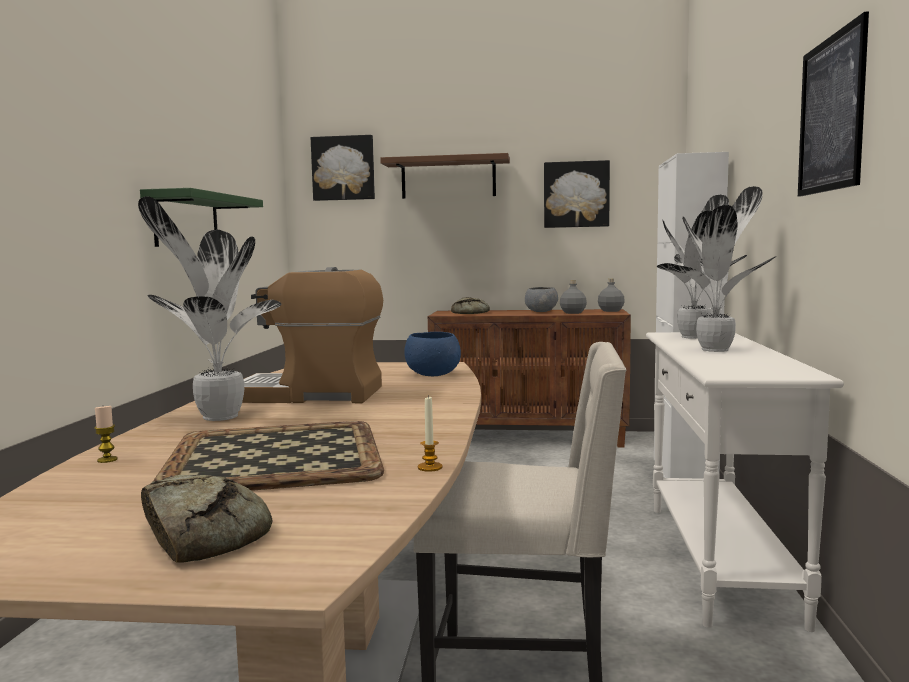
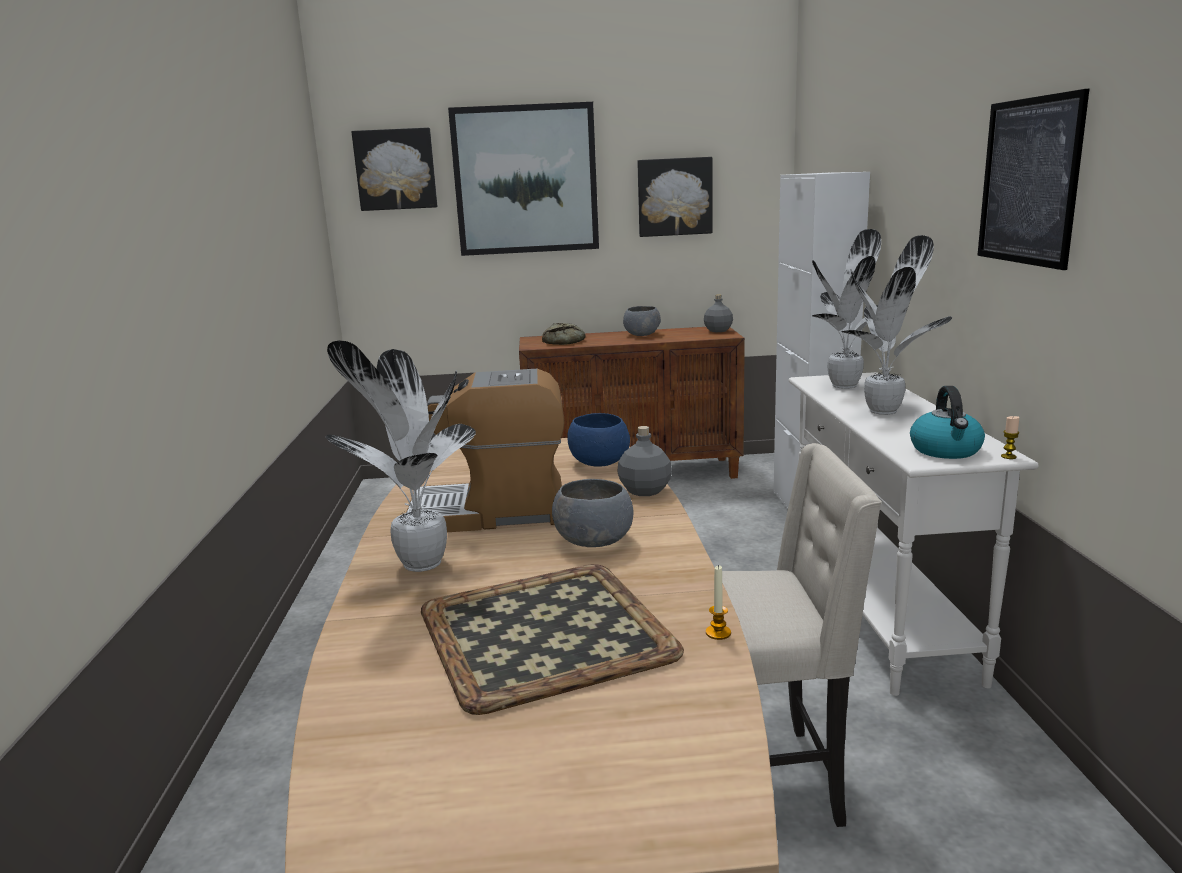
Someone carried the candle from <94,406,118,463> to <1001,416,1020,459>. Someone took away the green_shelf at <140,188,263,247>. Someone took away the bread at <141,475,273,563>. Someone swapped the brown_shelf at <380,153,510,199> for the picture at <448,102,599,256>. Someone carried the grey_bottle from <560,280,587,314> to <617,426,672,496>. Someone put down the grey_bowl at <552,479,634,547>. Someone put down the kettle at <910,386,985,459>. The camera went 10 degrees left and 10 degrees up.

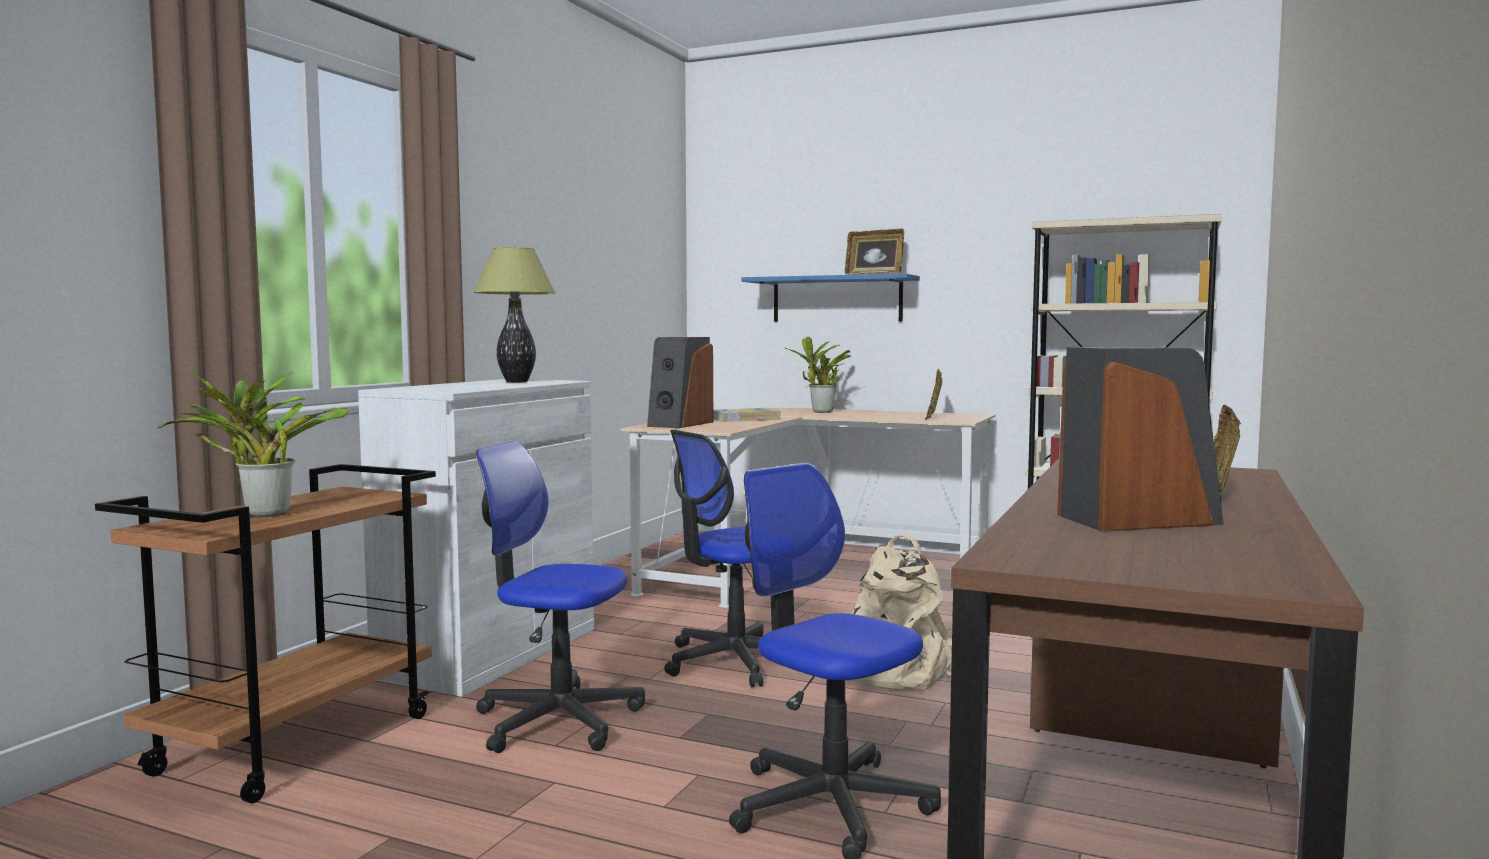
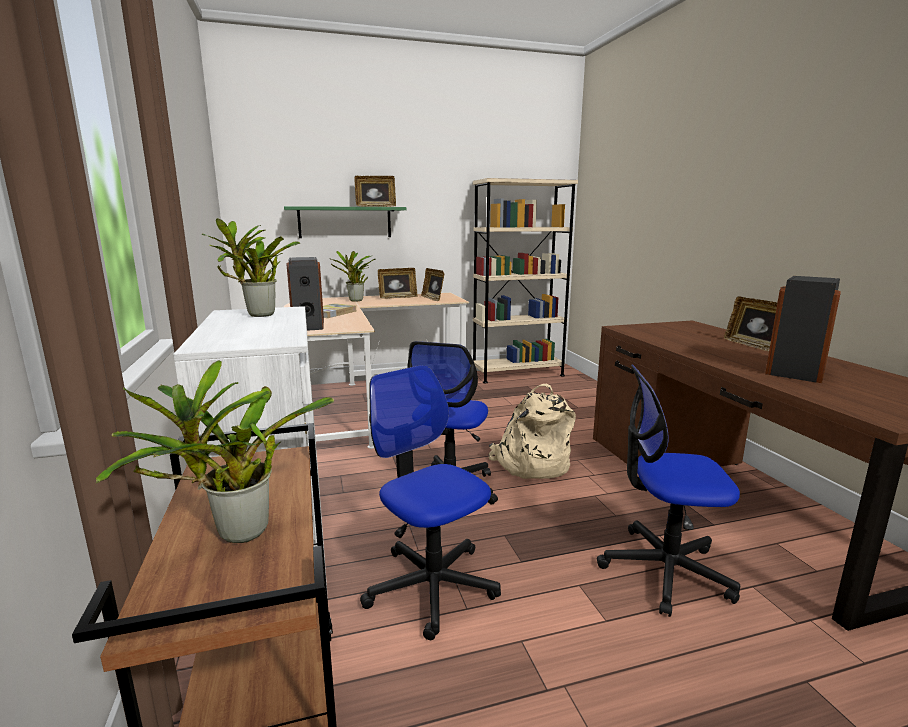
Someone swapped the table_lamp at <473,247,556,382> for the potted_plant at <202,218,300,317>. Someone rotated the office_chair at <476,442,645,753> by 75 degrees clockwise. Someone repainted the blue_shelf at <742,273,920,322>, which became the green_shelf at <284,206,407,238>. Someone put down the picture_frame at <378,268,418,299>. The camera went 40 degrees left and 10 degrees up.

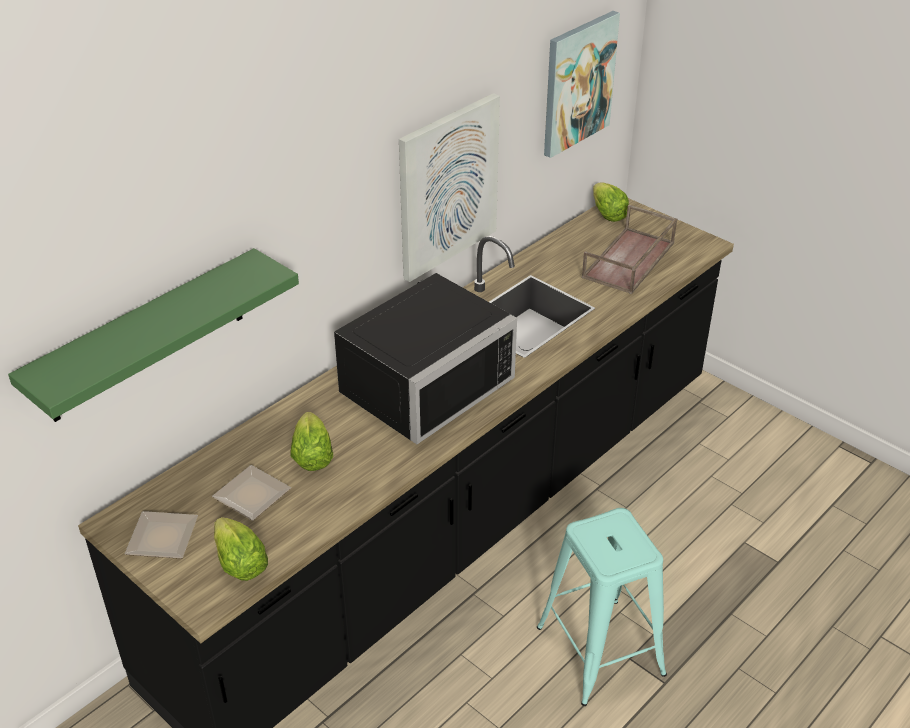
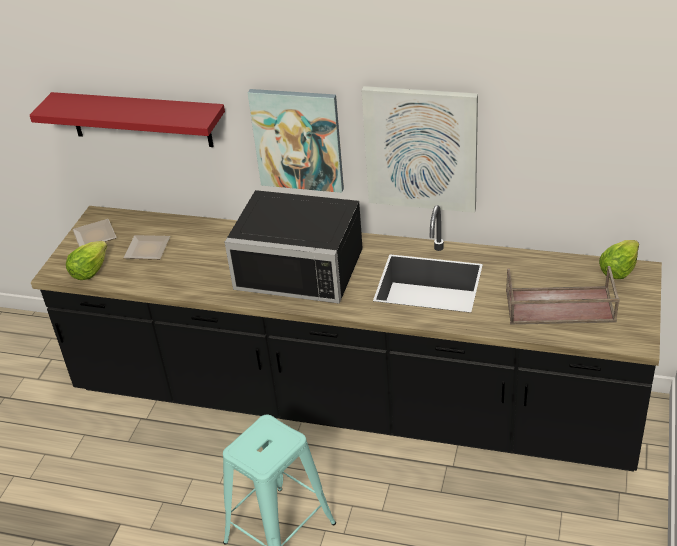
Someone repainted the green_shelf at <8,248,299,422>, which became the red_shelf at <30,92,225,147>. Someone took away the lettuce at <290,412,333,471>. Someone carried the picture from <544,11,620,158> to <248,89,344,193>. The camera went 65 degrees right and 0 degrees up.

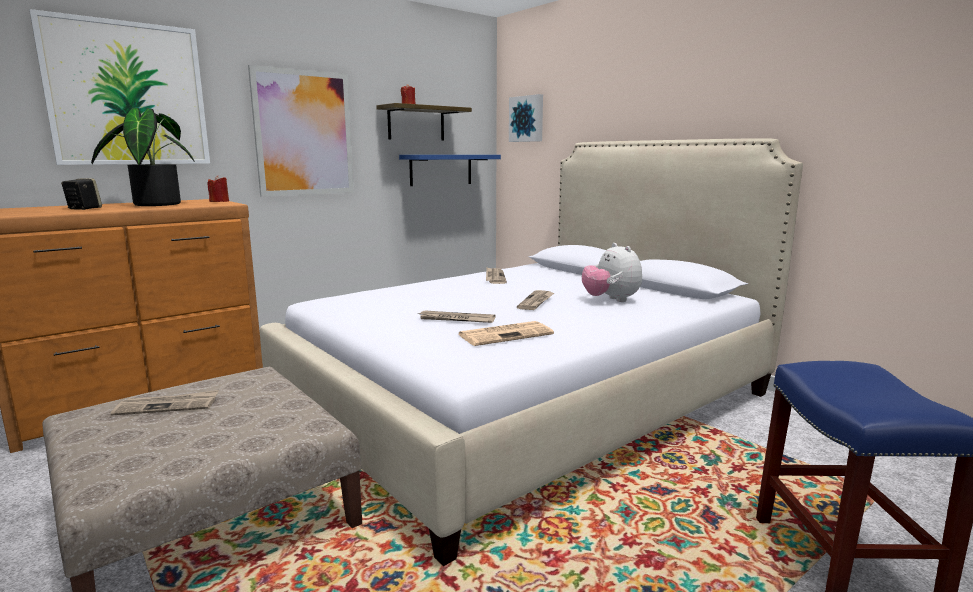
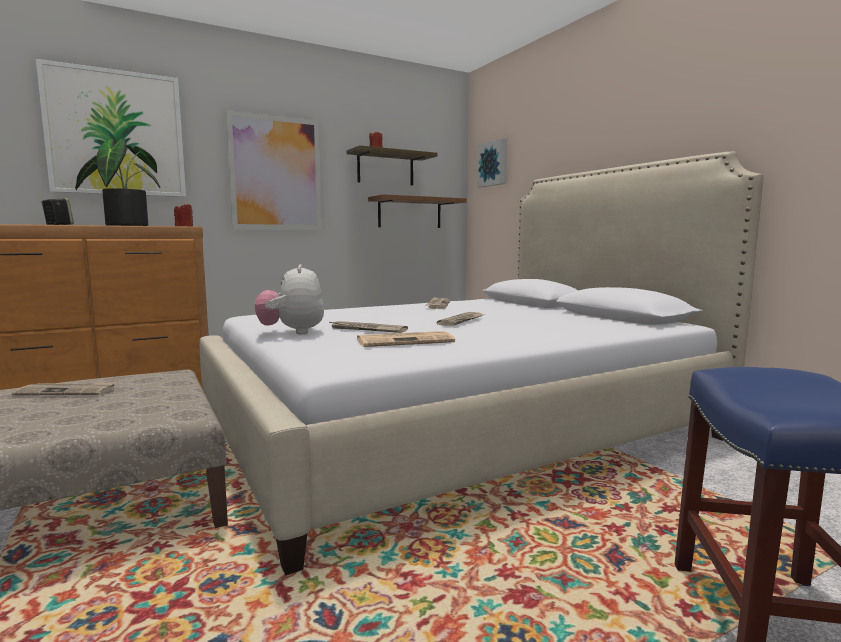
Someone repainted the blue_shelf at <399,155,501,186>, which became the brown_shelf at <368,194,467,228>. Someone carried the plush_toy from <582,243,642,302> to <255,264,324,334>. The camera went 10 degrees right and 5 degrees down.

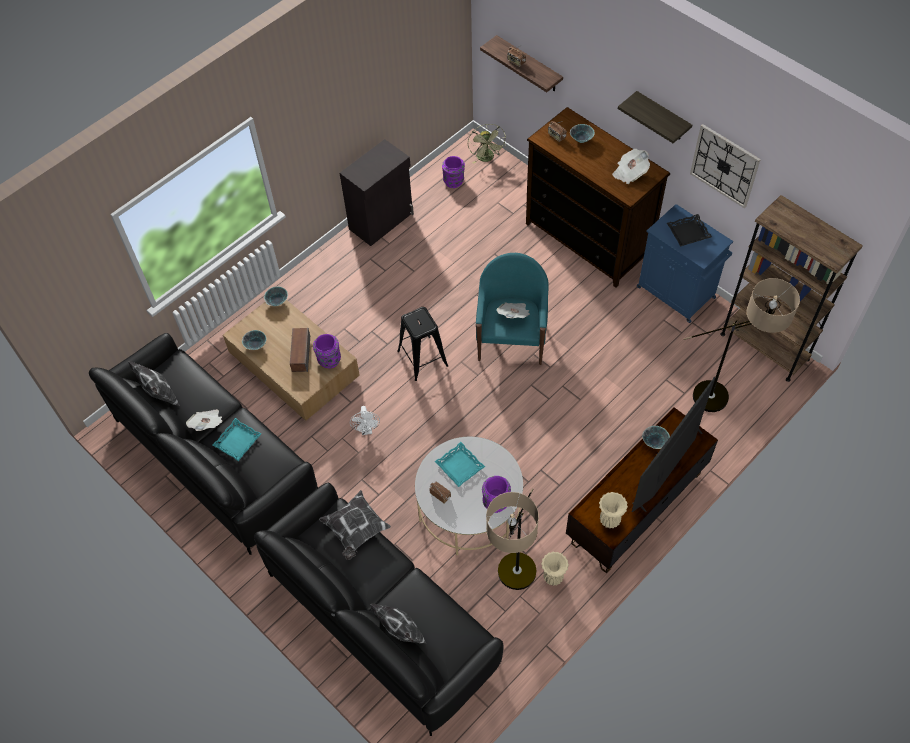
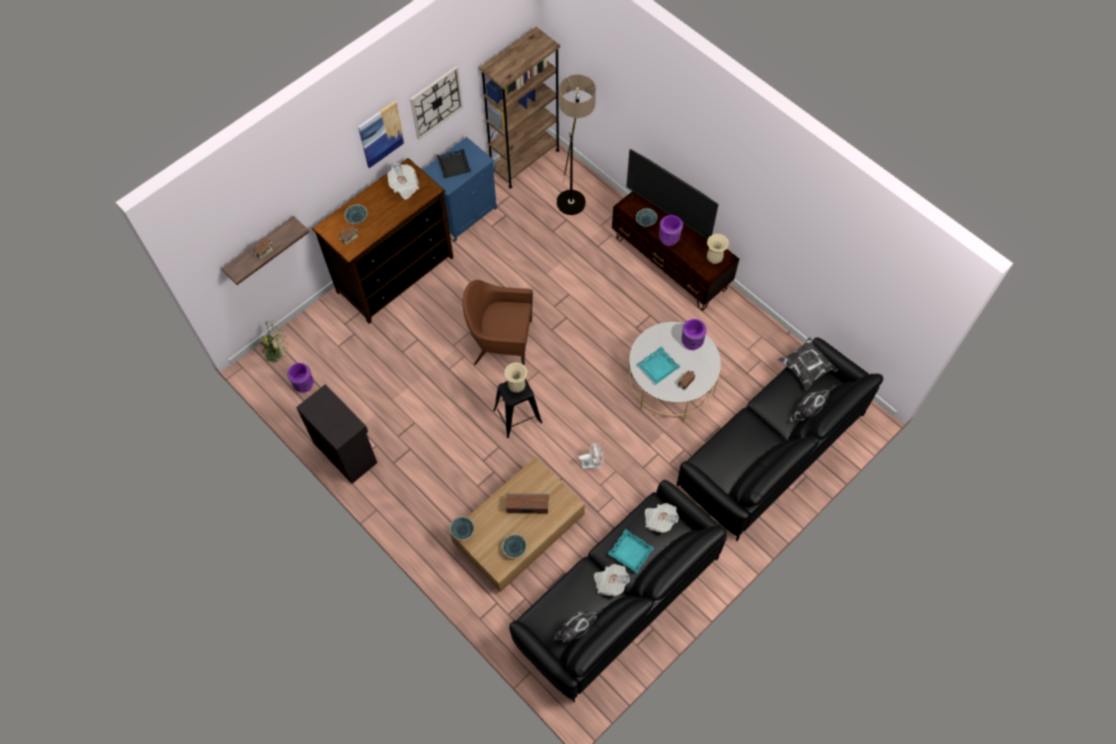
Someone carried the purple_vase from <313,334,341,368> to <659,215,683,246>. Someone carried the pillow from <319,490,391,560> to <778,337,838,390>. Someone repainted the turquoise_armchair at <476,253,549,365>, which became the brown_armchair at <463,280,533,366>. Someone took away the floor_lamp at <486,488,539,590>. Someone carried the newspaper from <497,302,530,318> to <645,503,679,533>. Someone carried the beige_vase from <541,552,569,586> to <504,362,528,393>. Someone swapped the shelf at <618,91,692,143> for the picture at <358,101,405,168>. The camera went 90 degrees left and 5 degrees up.

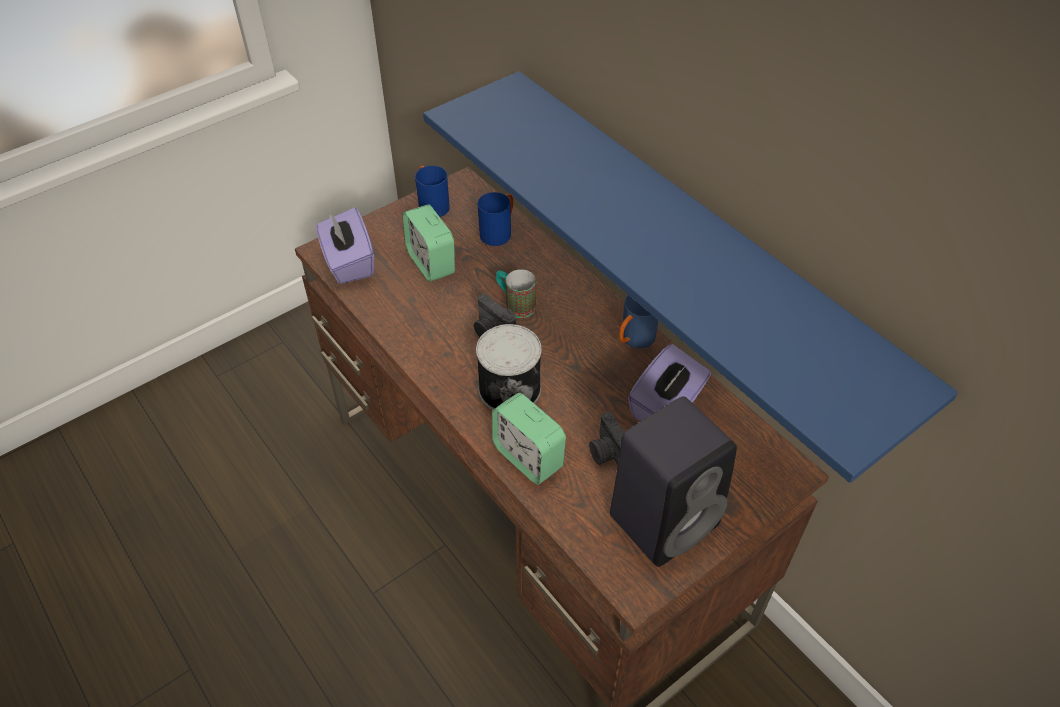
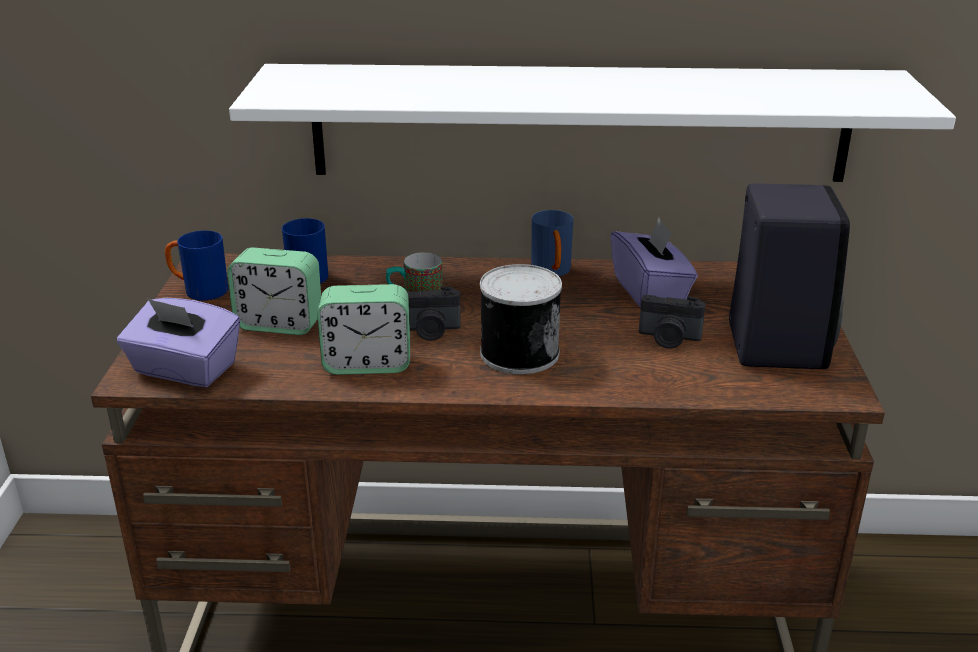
Someone repainted the blue_shelf at <423,71,958,483>, which became the white_shelf at <229,64,956,182>. Someone carried the alarm_clock from <492,393,566,485> to <317,284,410,375>. The camera went 50 degrees left and 20 degrees down.

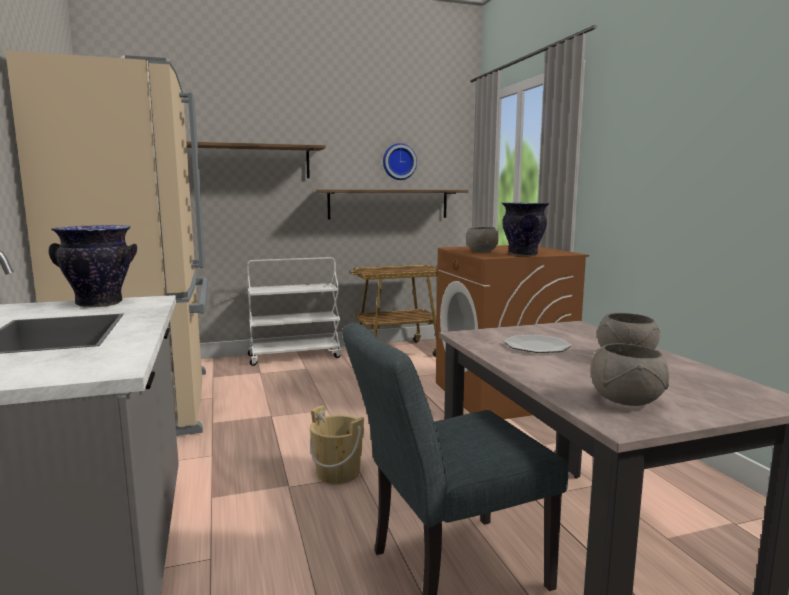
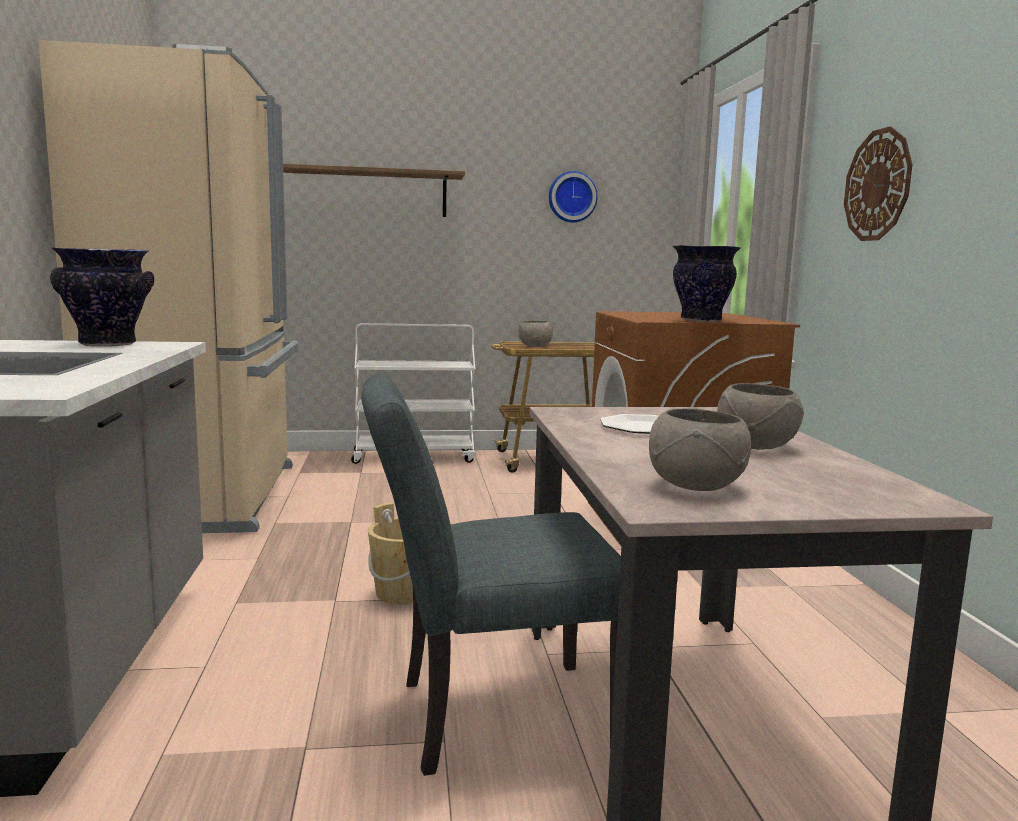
Someone took away the shelf at <316,190,468,219>. Someone carried the grey_bowl from <466,227,499,252> to <518,320,553,347>. Someone put up the wall_clock at <844,126,912,241>. The camera went 10 degrees right and 0 degrees up.

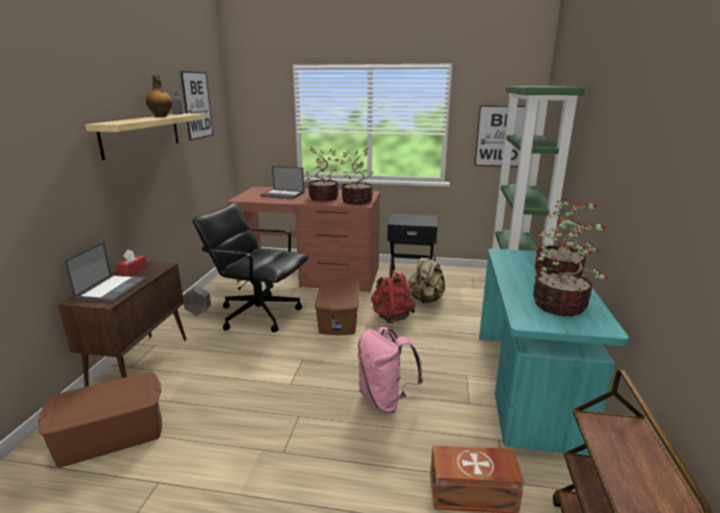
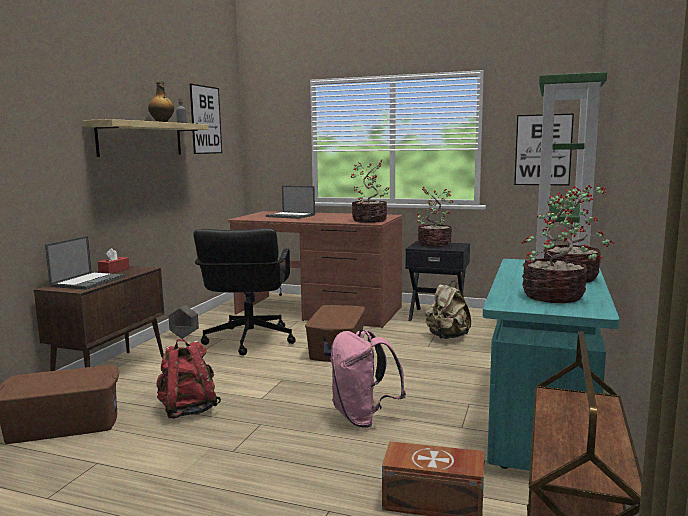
Someone rotated the black_office_chair at <193,202,309,332> by 120 degrees counterclockwise. Someone carried the potted_plant from <305,147,339,201> to <416,187,453,247>. Someone carried the red_backpack from <371,272,415,323> to <156,339,221,419>. The camera went 10 degrees right and 10 degrees down.

